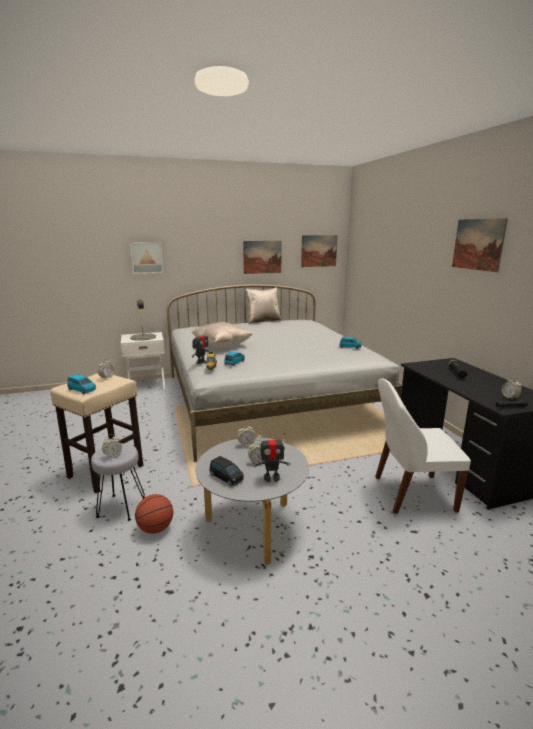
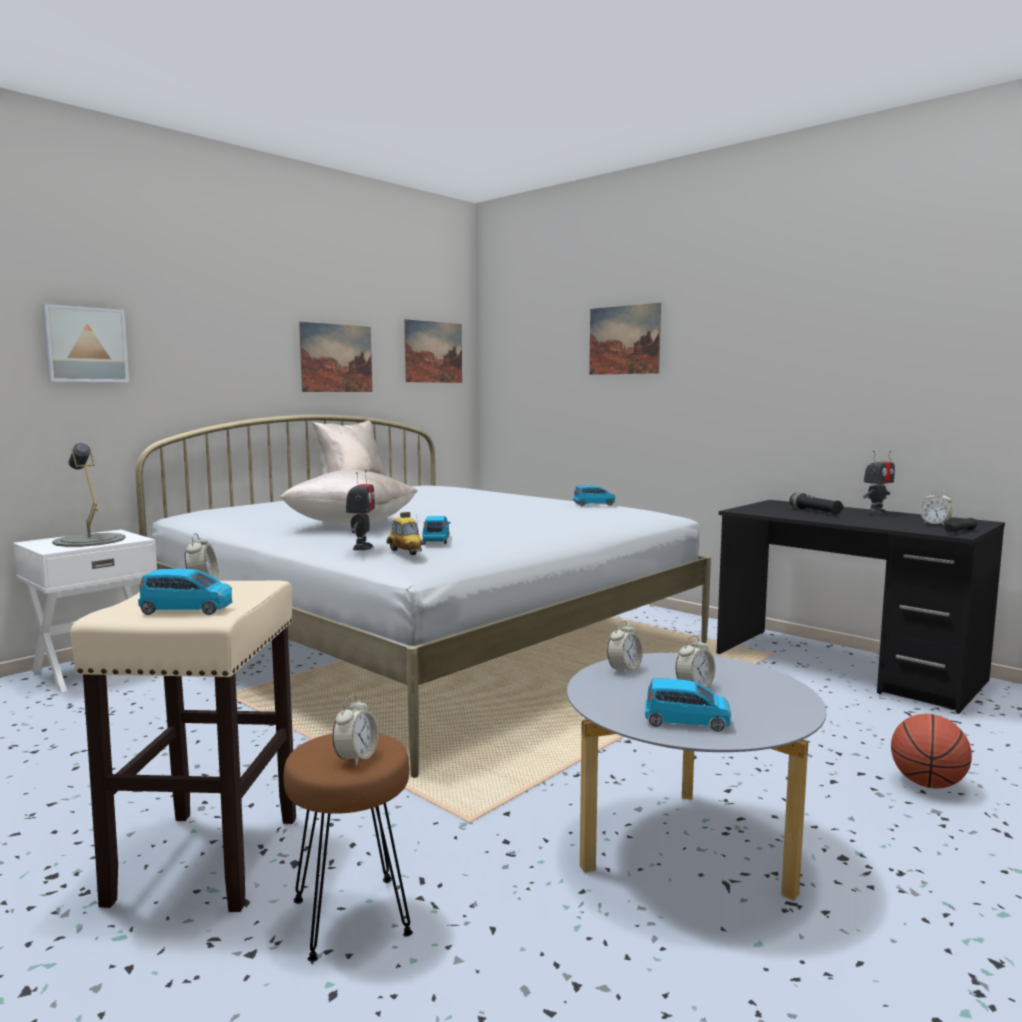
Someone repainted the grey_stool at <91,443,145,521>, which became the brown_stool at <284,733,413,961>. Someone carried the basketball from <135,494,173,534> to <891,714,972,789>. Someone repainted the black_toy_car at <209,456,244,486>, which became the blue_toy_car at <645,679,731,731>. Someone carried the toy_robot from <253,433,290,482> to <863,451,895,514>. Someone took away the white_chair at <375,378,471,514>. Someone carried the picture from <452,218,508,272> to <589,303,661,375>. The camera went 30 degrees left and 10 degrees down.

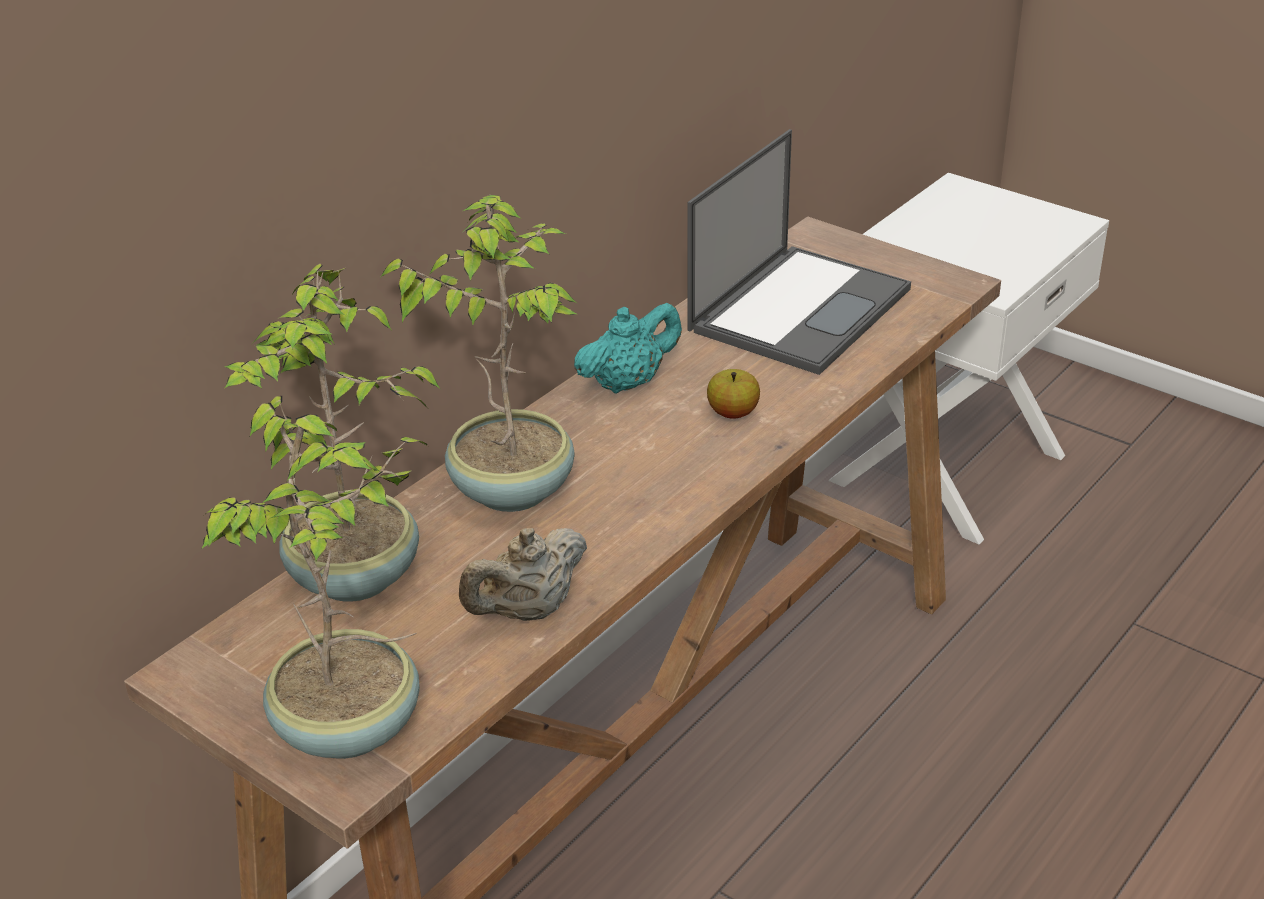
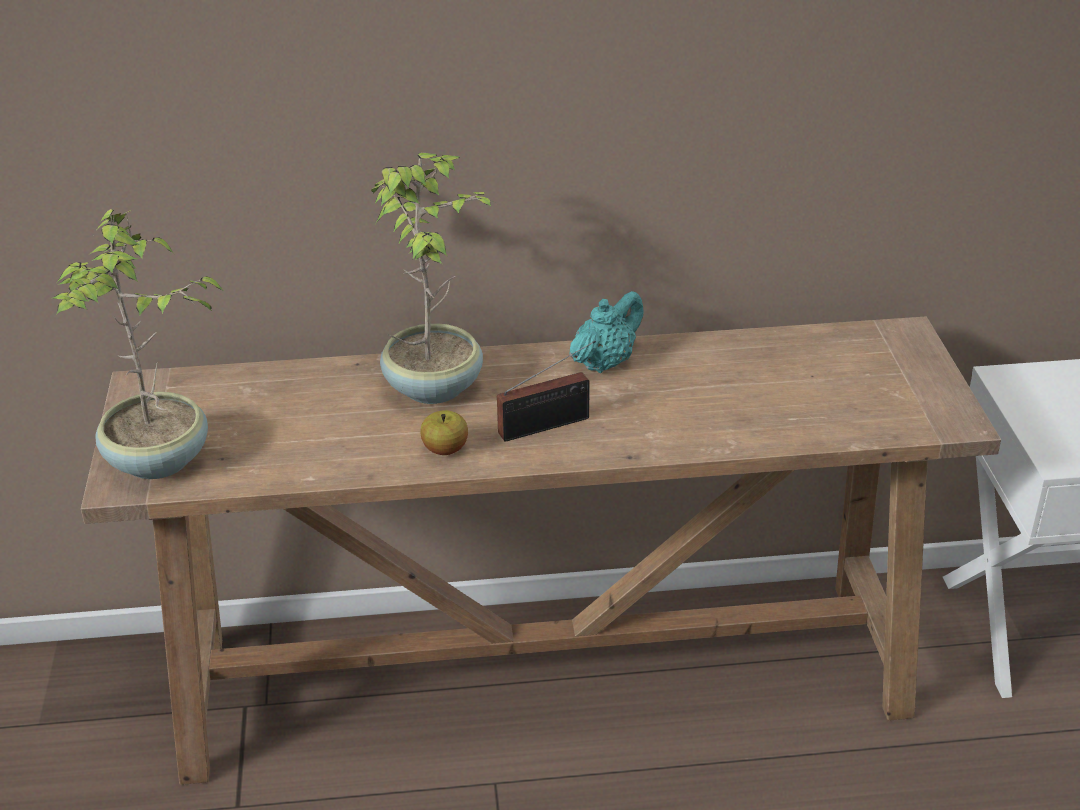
Someone took away the potted_plant at <225,264,440,602>. Someone took away the beige_teapot at <459,528,587,621>. Someone rotated the turquoise_teapot at <574,303,682,394> by 60 degrees counterclockwise. Someone took away the laptop at <687,129,911,375>. Someone carried the apple from <707,369,760,419> to <420,410,468,455>. Someone put down the radio at <497,341,596,442>. The camera went 45 degrees right and 0 degrees up.

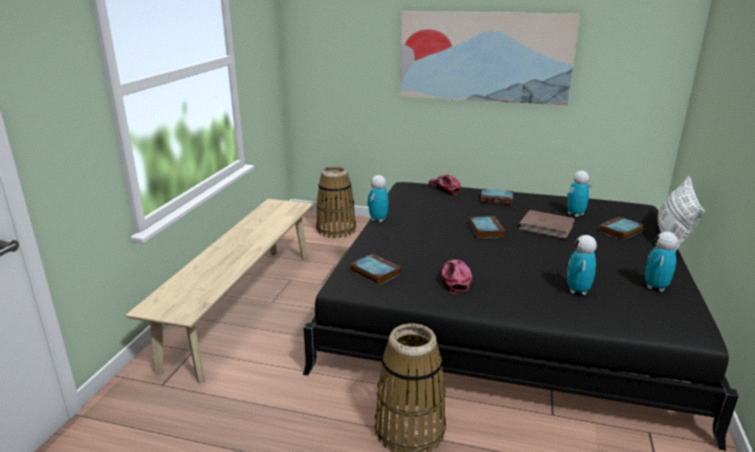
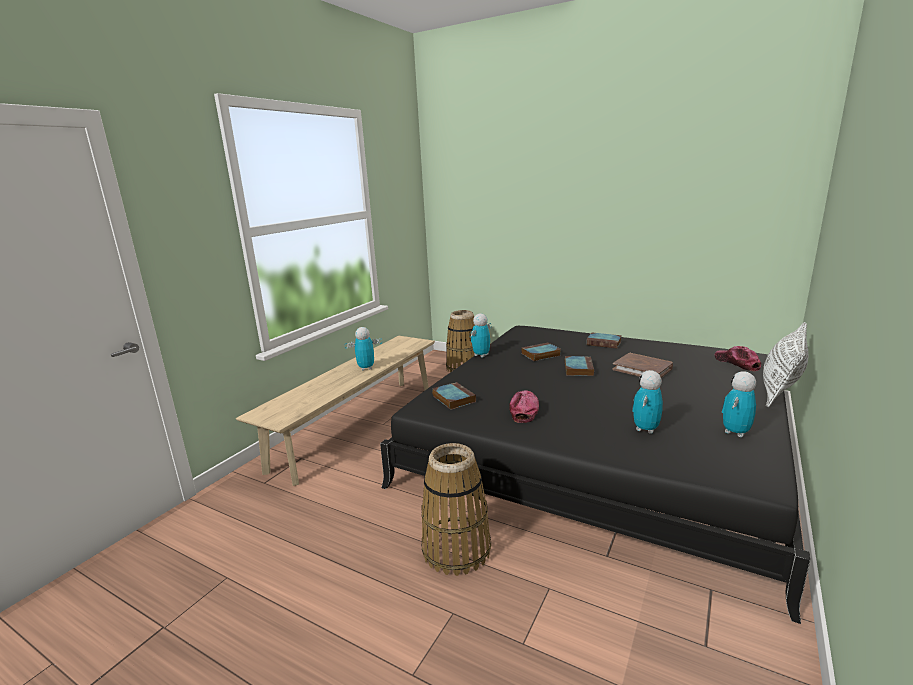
Someone took away the picture at <400,11,580,105>. Someone carried the cap from <428,174,461,195> to <715,346,761,371>. Someone carried the toy_robot from <566,171,593,217> to <344,327,382,371>. Someone carried the book from <599,216,643,241> to <521,343,561,361>. The camera went 15 degrees right and 5 degrees down.

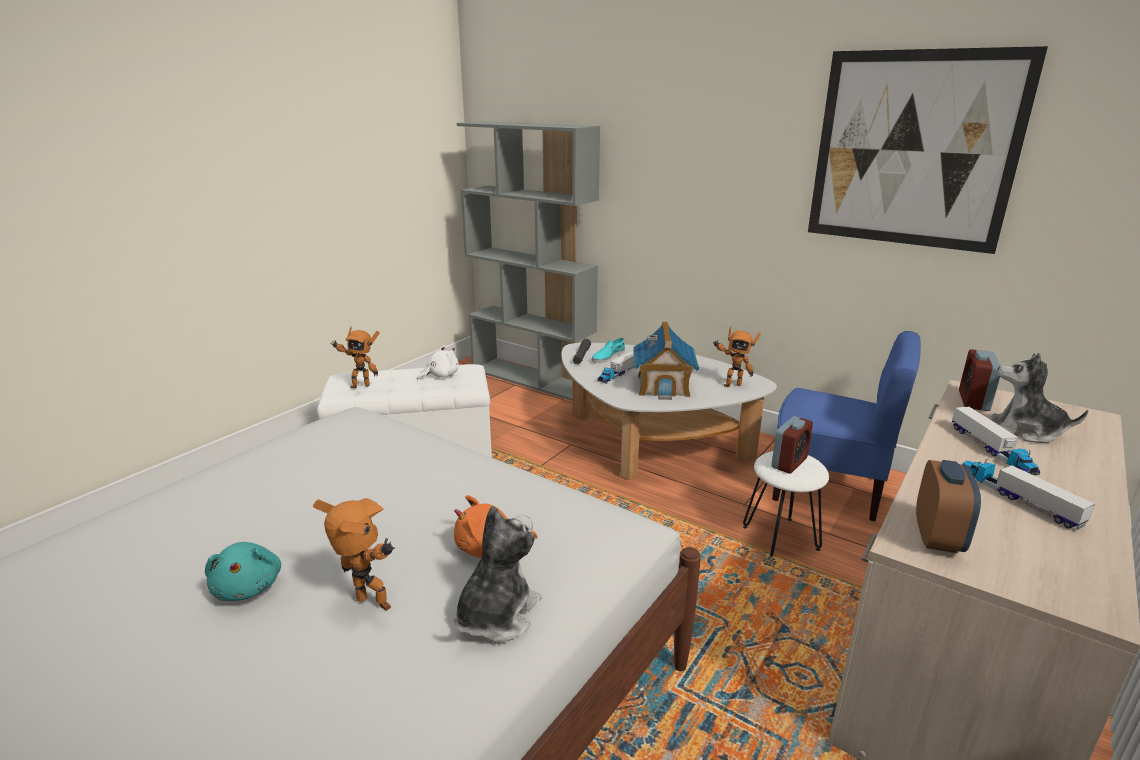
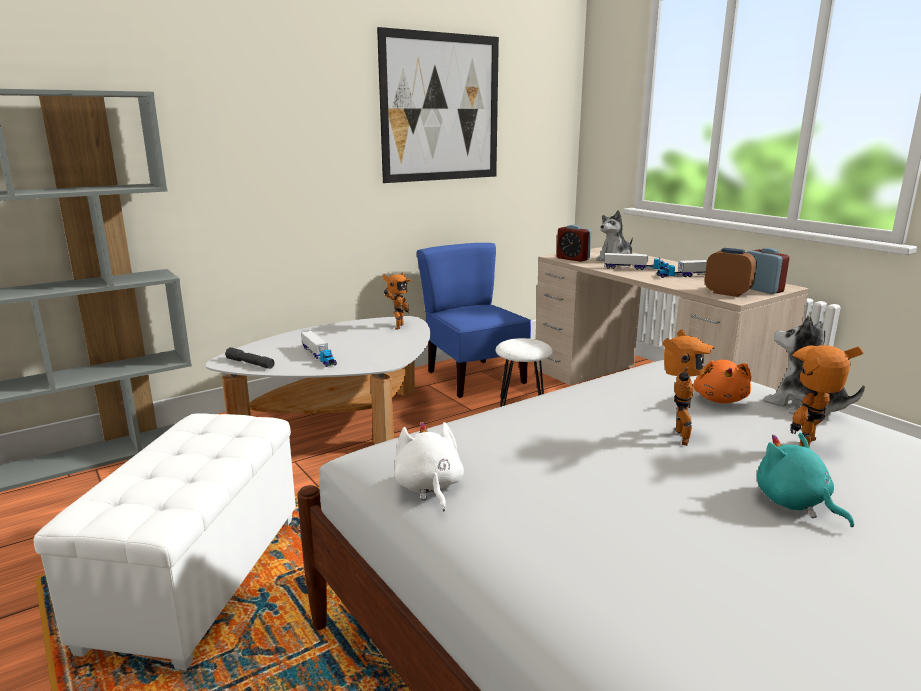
Someone rotated the turquoise_plush_toy at <205,542,281,601> by 120 degrees counterclockwise. Someone carried the toy_robot from <332,326,379,388> to <662,330,715,446>. Someone carried the white_plush_toy from <417,345,459,380> to <394,422,464,512>. Someone took away the turquoise_shoe at <592,338,625,363>. Someone took away the toy_house at <633,322,699,400>. Someone carried the alarm_clock from <771,416,813,474> to <747,248,789,294>. Someone rotated the blue_chair at <772,331,921,521> by 75 degrees counterclockwise. The camera went 70 degrees left and 5 degrees down.

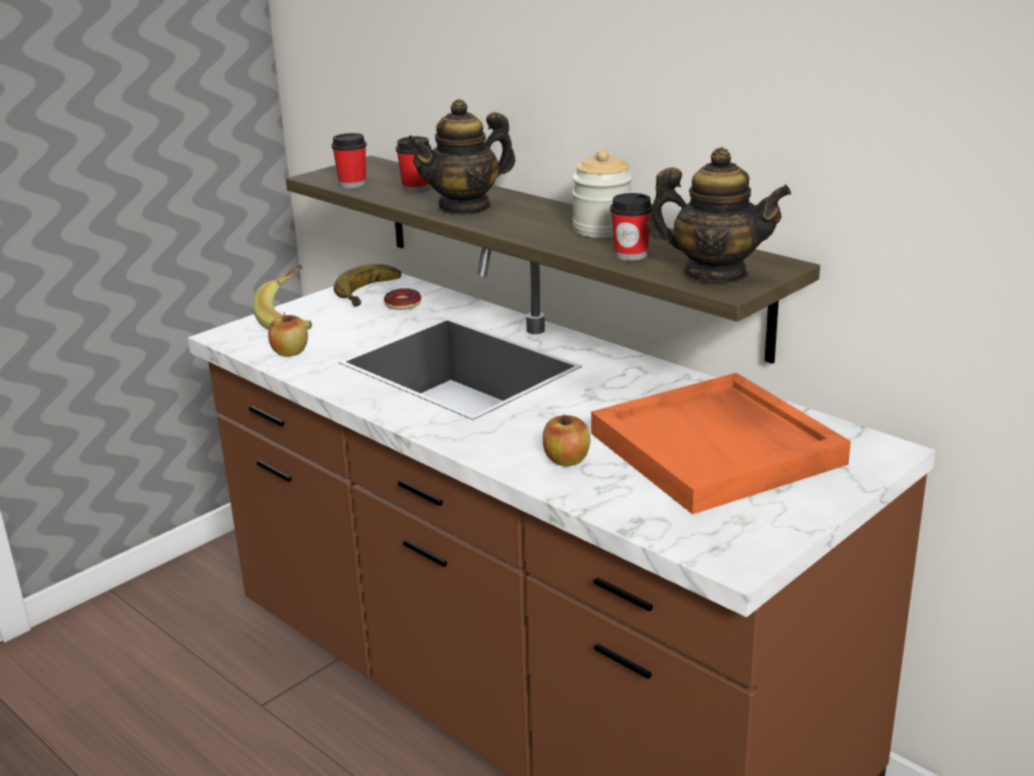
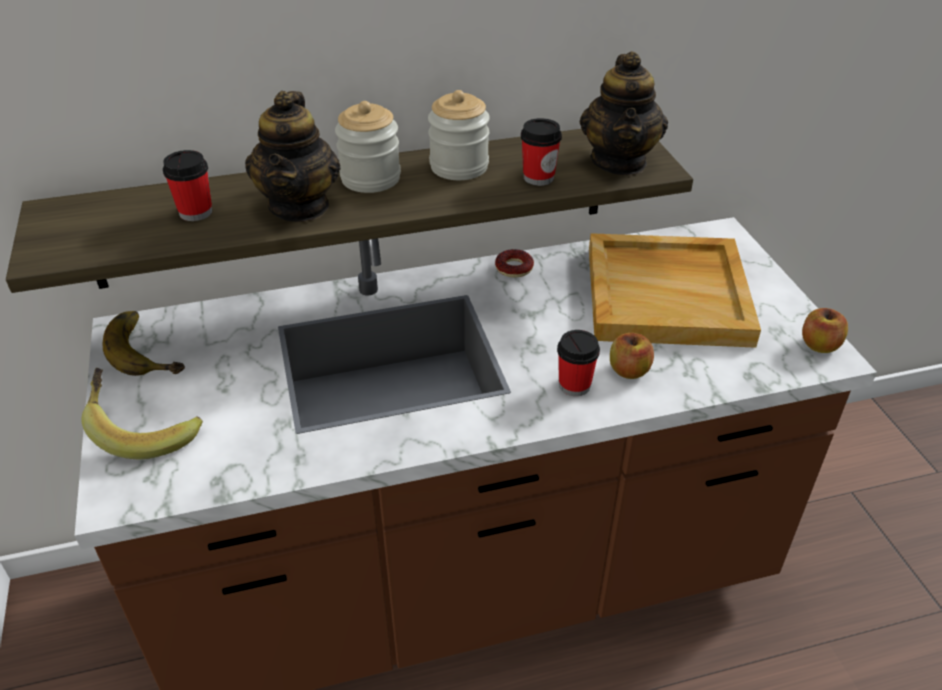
Someone carried the apple from <268,313,308,356> to <802,308,848,353>. Someone carried the cup from <332,133,367,188> to <557,330,600,396>. Someone carried the donut from <384,288,421,310> to <495,249,534,277>. Someone repainted the orange_tray at <591,373,851,514>, which became the beige_tray at <589,233,761,348>. Someone rotated the teapot at <646,147,791,282> by 135 degrees clockwise. Someone put down the jar at <335,101,401,193>. The camera went 60 degrees left and 15 degrees up.

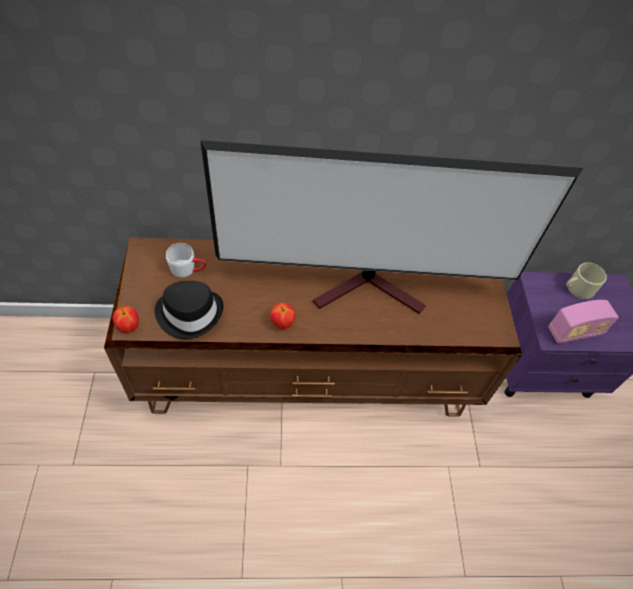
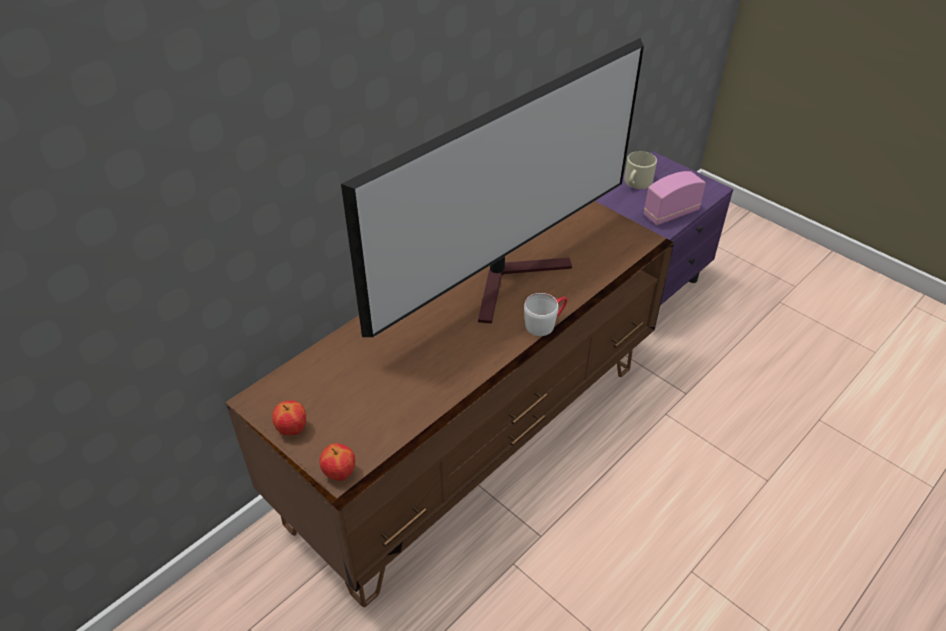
Someone took away the black_hat at <155,281,223,339>. Someone carried the white_mug from <166,243,206,278> to <524,293,567,336>. Someone carried the apple from <270,303,296,330> to <272,401,306,435>. Someone rotated the radio at <548,300,619,344> by 150 degrees counterclockwise. The camera went 40 degrees left and 10 degrees down.

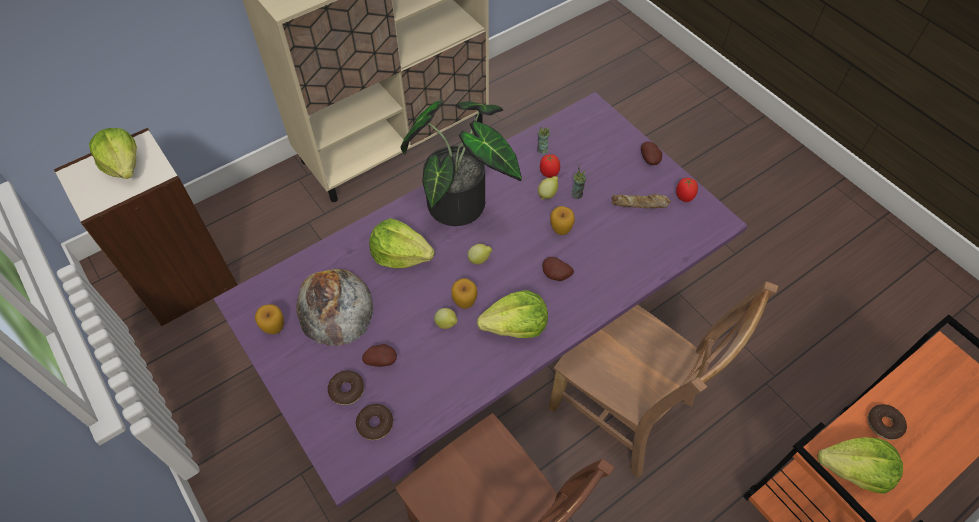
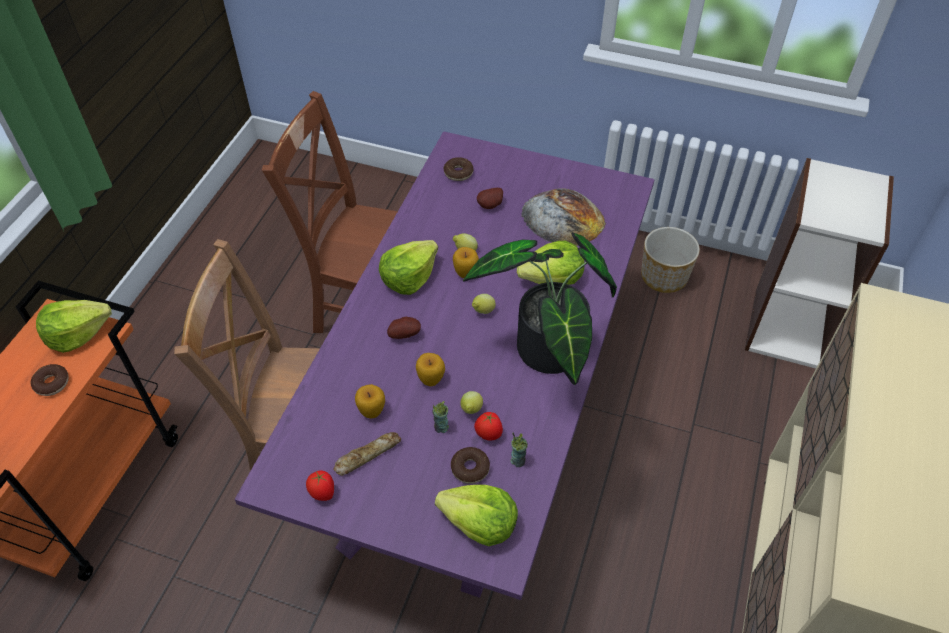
Someone carried the lettuce from <89,128,137,179> to <435,485,518,546>. Someone carried the apple from <255,304,284,334> to <355,384,385,418>. Someone carried the donut from <328,371,364,405> to <451,447,490,484>. Someone took away the potato at <641,142,662,165>. Someone put down the planter at <641,227,700,293>. The camera went 145 degrees right and 5 degrees down.

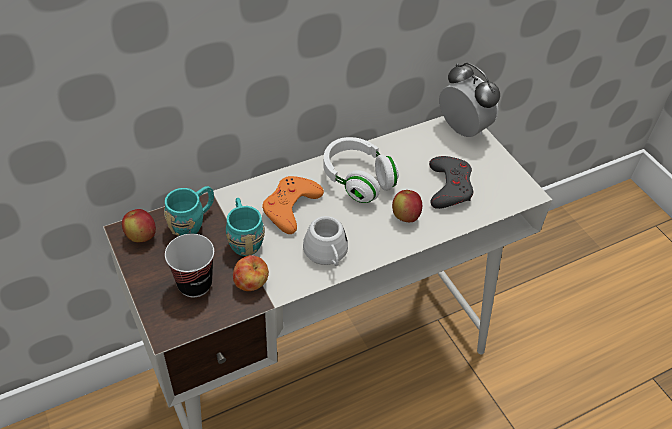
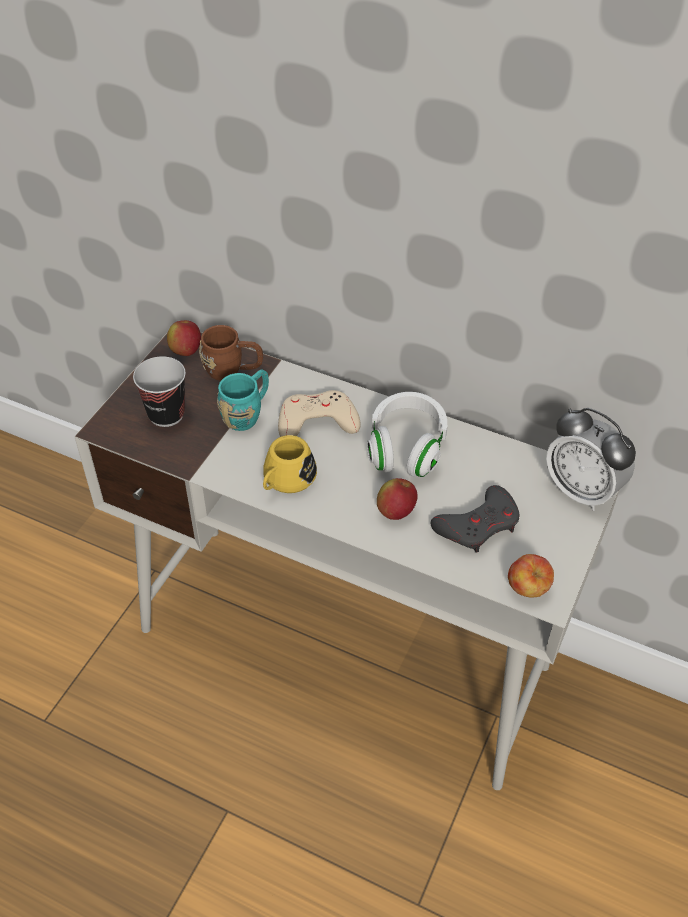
Someone repainted the turquoise_mug at <164,186,214,236>, which became the brown_mug at <199,325,263,381>. Someone carried the apple from <233,255,269,291> to <508,554,554,598>. Someone repainted the orange_game_controller at <262,176,324,234>, which became the beige_game_controller at <278,390,361,437>. Someone repainted the white_mug at <303,216,348,266>, which became the yellow_mug at <263,435,317,493>. Someone rotated the alarm_clock at <439,63,500,137> by 120 degrees clockwise. The camera went 55 degrees right and 0 degrees up.

